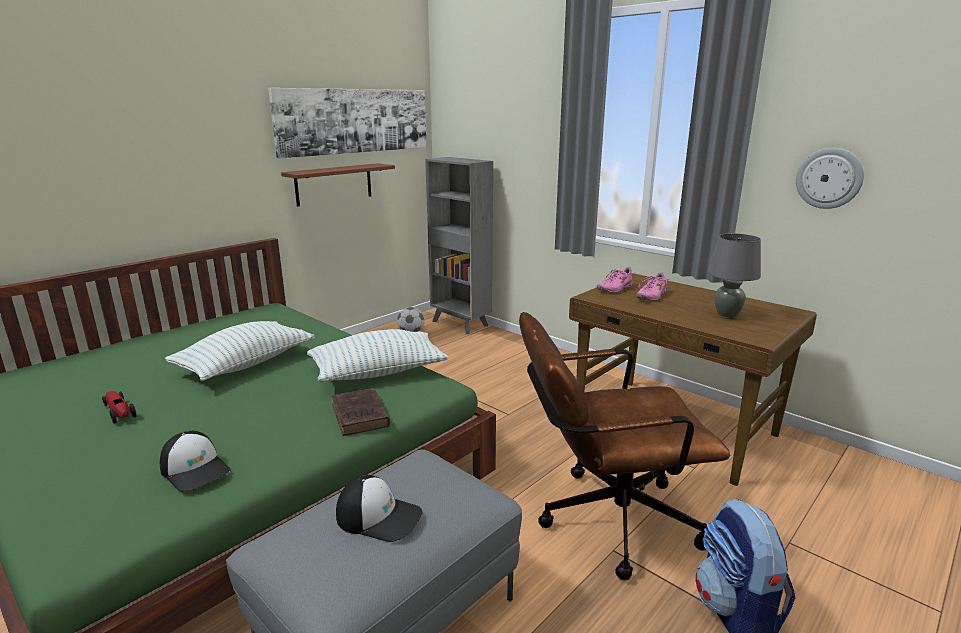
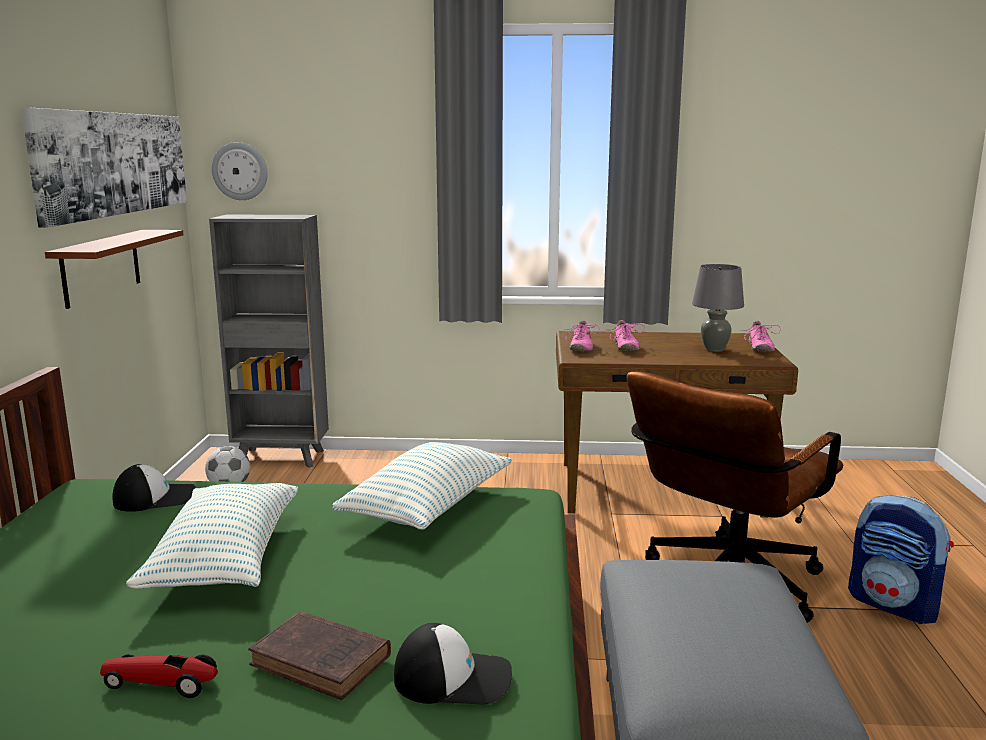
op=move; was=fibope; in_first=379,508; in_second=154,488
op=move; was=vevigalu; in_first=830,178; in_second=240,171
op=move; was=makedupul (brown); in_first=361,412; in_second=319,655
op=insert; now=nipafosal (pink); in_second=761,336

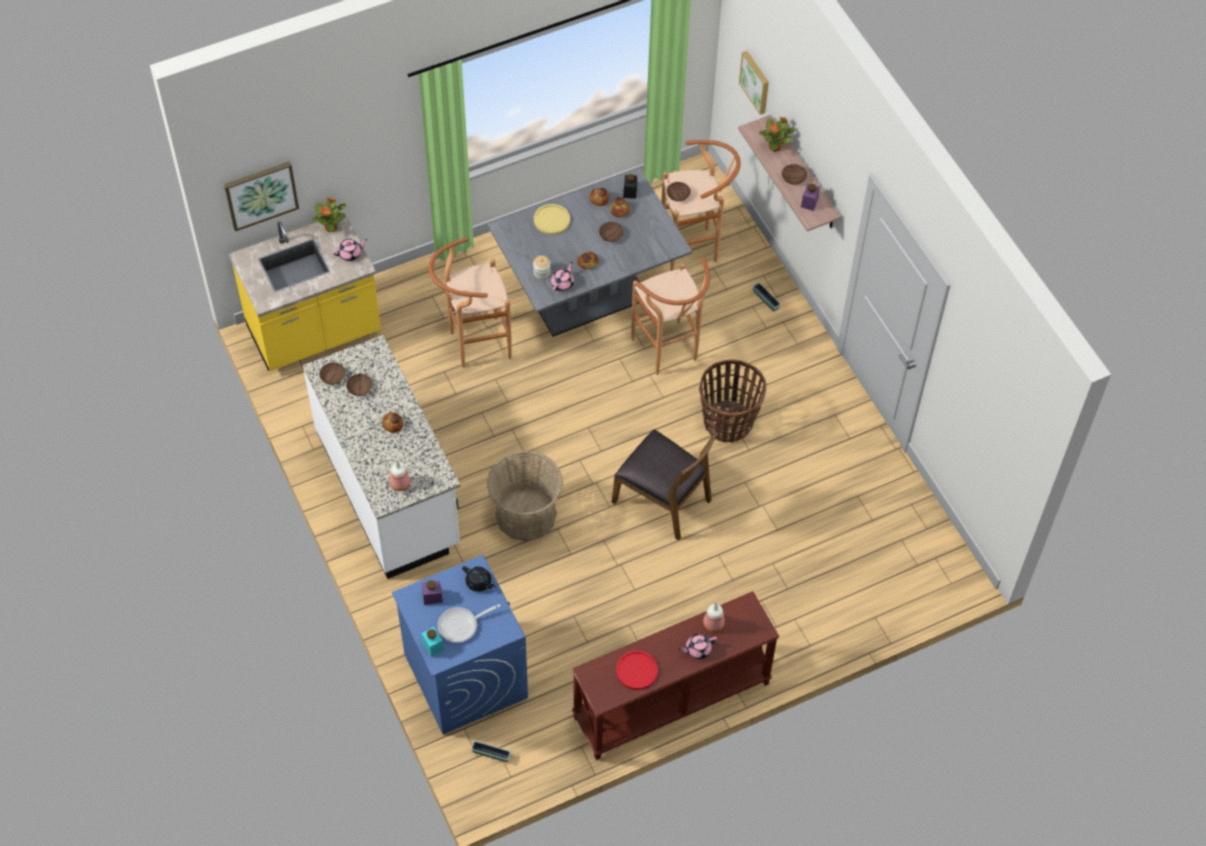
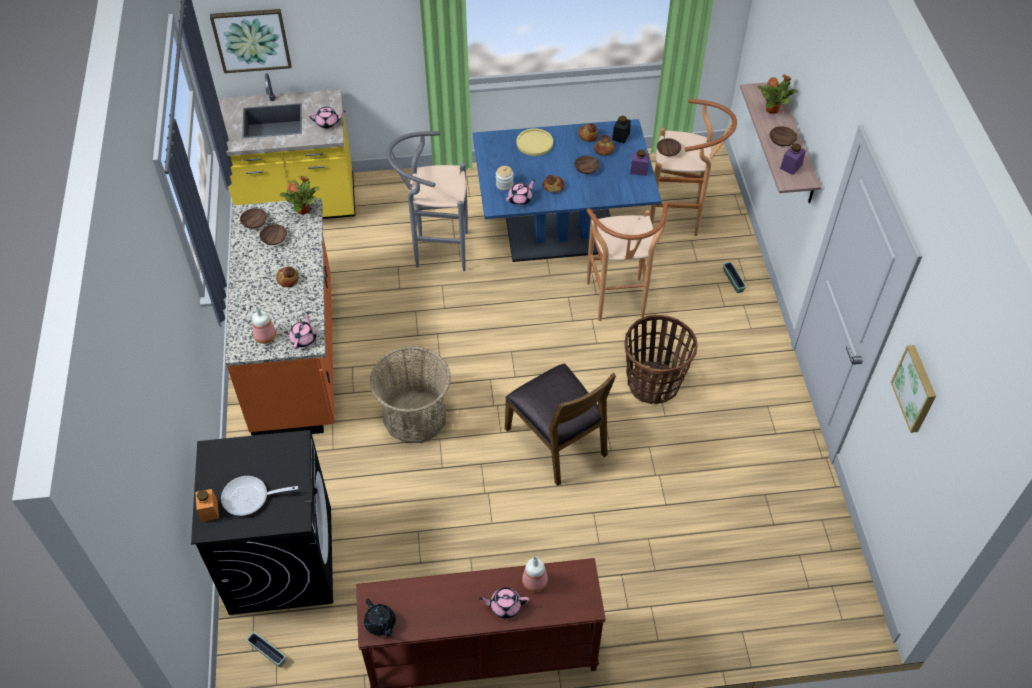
op=recolor; was=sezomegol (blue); now=sezomegol (black); in_first=460,645; in_second=262,522
op=recolor; was=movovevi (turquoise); now=movovevi (orange); in_first=432,642; in_second=207,505
op=recolor; was=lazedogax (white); now=lazedogax (orange); in_first=382,457; in_second=280,317
op=move; was=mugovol; in_first=329,214; in_second=300,195
op=insert; now=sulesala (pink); in_second=302,330
op=move; was=sulesala (black); in_first=479,579; in_second=380,617
op=recolor; was=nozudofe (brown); now=nozudofe (grey); in_first=470,302; in_second=427,201
op=recolor; was=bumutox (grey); now=bumutox (blue); in_first=590,252; in_second=567,190
op=move; was=movovevi (purple); in_first=432,592; in_second=639,162
op=move; was=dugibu; in_first=754,83; in_second=913,389
op=delete; was=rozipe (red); in_first=637,670

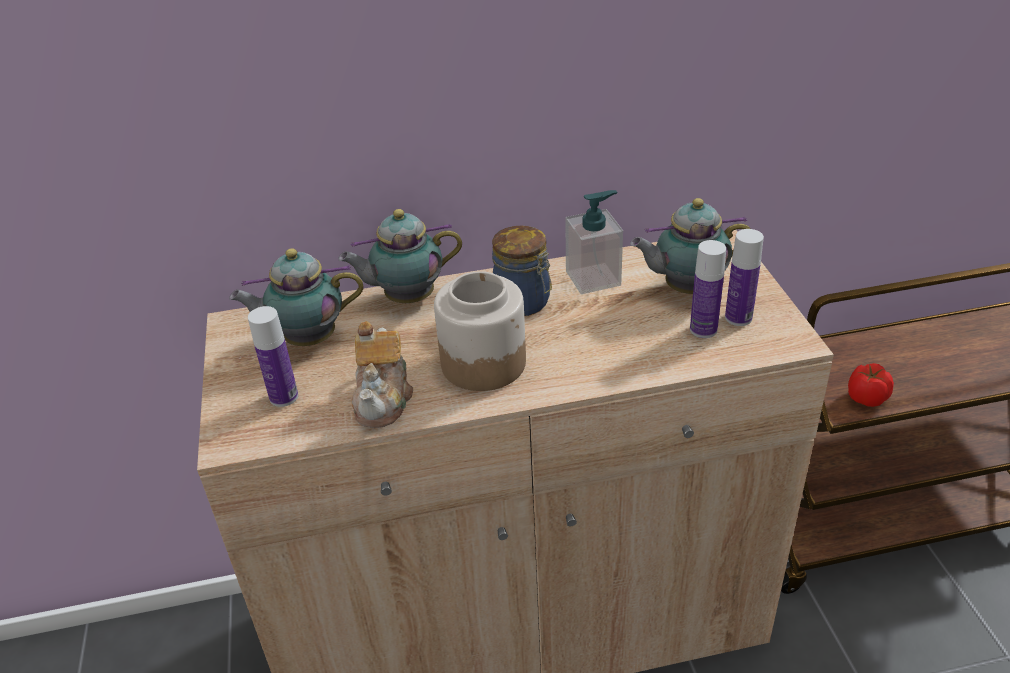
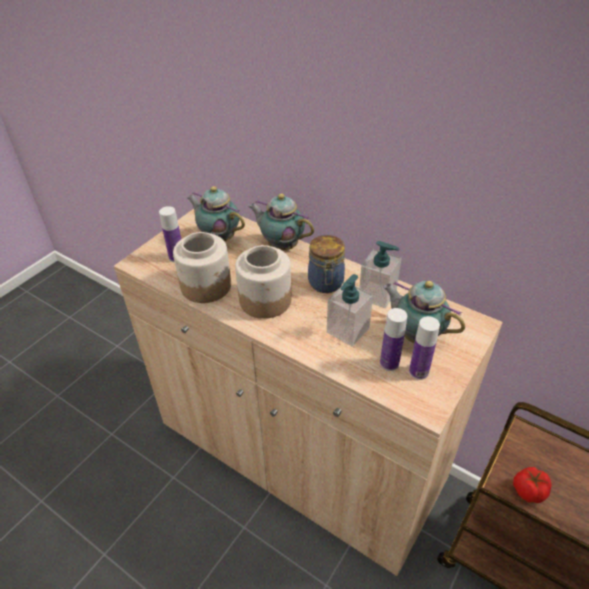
op=replace; was=sulesala; now=movovevi; in_first=382,374; in_second=202,267
op=insert; now=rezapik; in_second=350,310

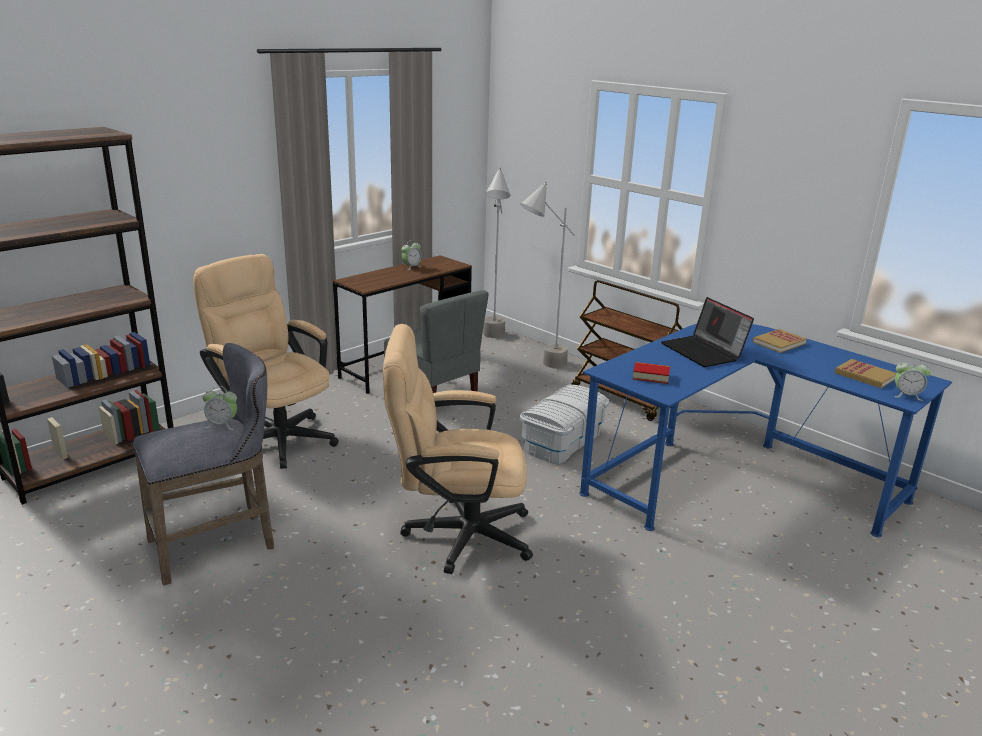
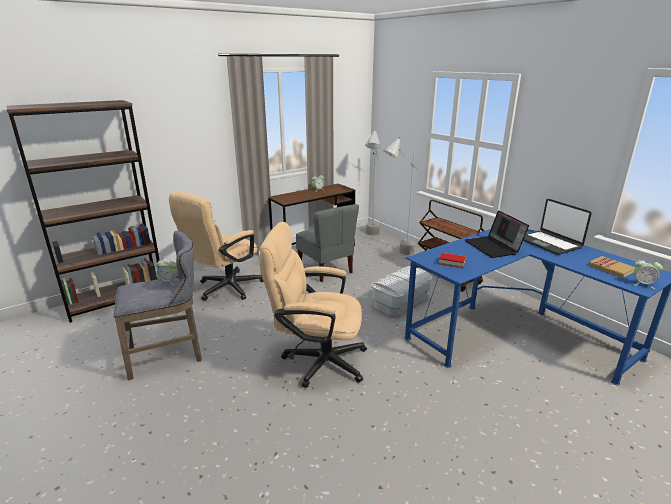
op=rotate; was=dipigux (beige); in_first=266,361; in_second=216,246; clockwise=-105
op=replace; was=makedupul; now=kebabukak; in_first=779,341; in_second=557,227

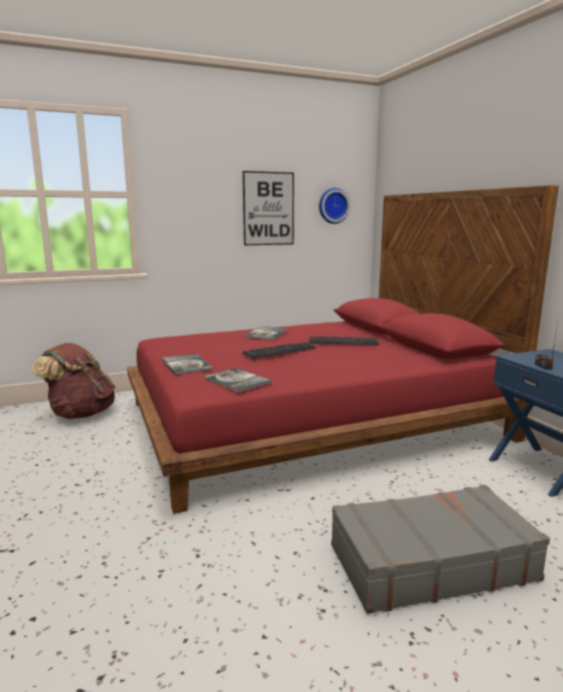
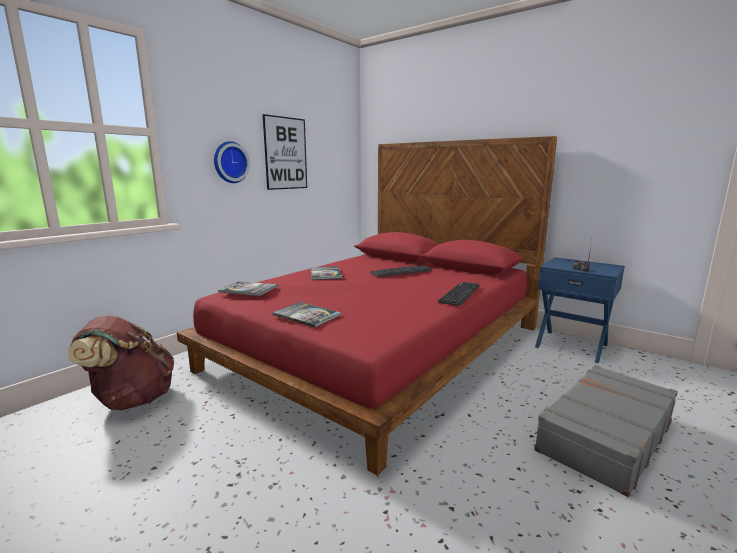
op=move; was=vevigalu; in_first=334,206; in_second=232,162
op=move; was=makedupul; in_first=237,380; in_second=248,288
op=move; was=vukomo; in_first=279,350; in_second=459,294

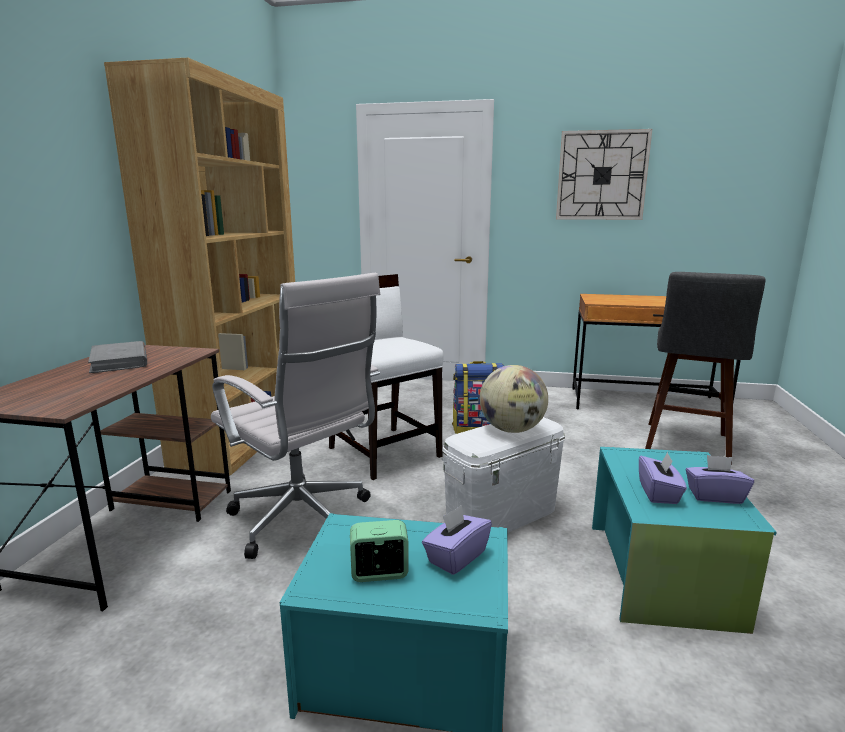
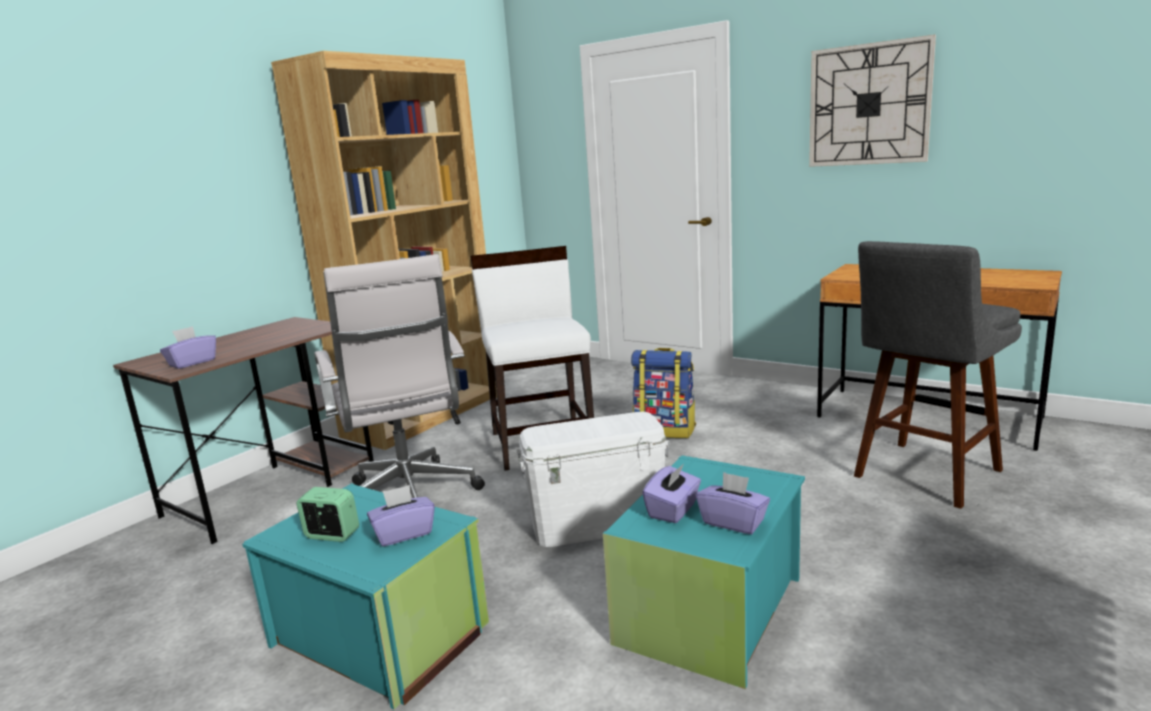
op=insert; now=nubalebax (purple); in_second=188,347
op=delete; was=makedupul (grey); in_first=117,357
op=delete; was=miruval; in_first=514,399

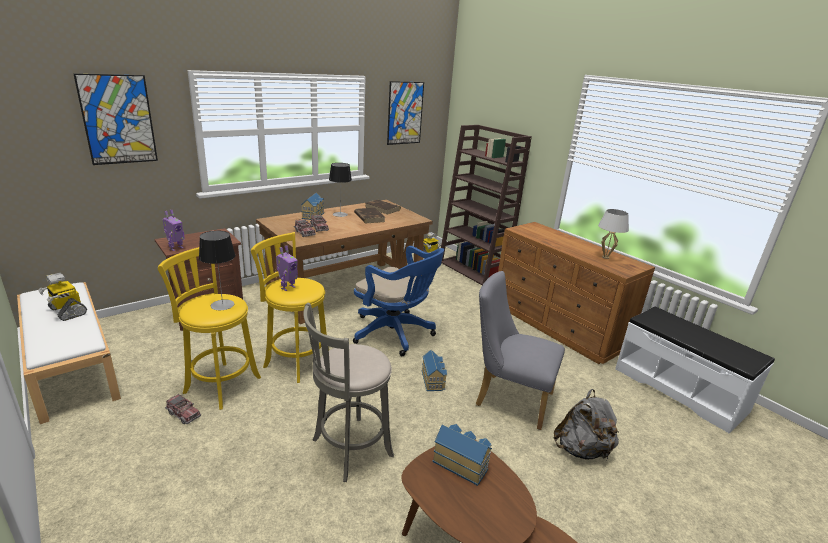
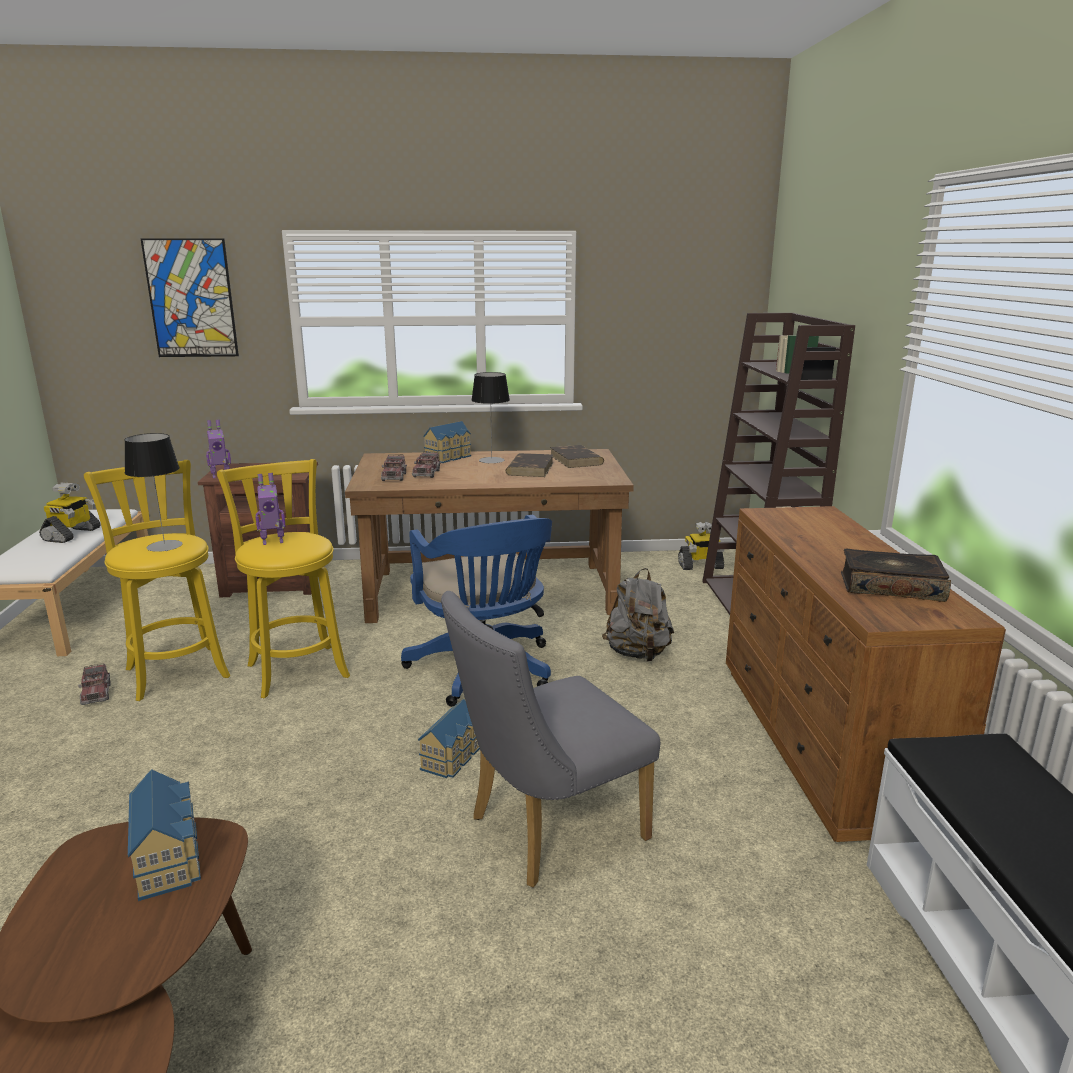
op=rotate; was=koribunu; in_first=62,297; in_second=70,513; clockwise=-150
op=rotate; was=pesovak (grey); in_first=520,350; in_second=550,739; clockwise=-90
op=move; was=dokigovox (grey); in_first=586,424; in_second=638,615
op=replace; was=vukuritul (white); now=makedupul; in_first=613,234; in_second=896,575
op=delete; was=nozudofe (grey); in_first=348,392
op=delete; was=dugibu; in_first=405,113

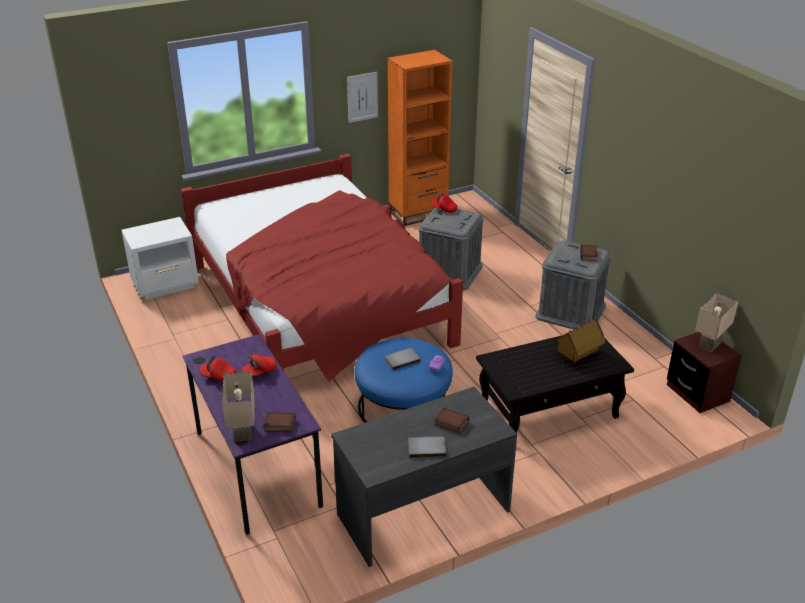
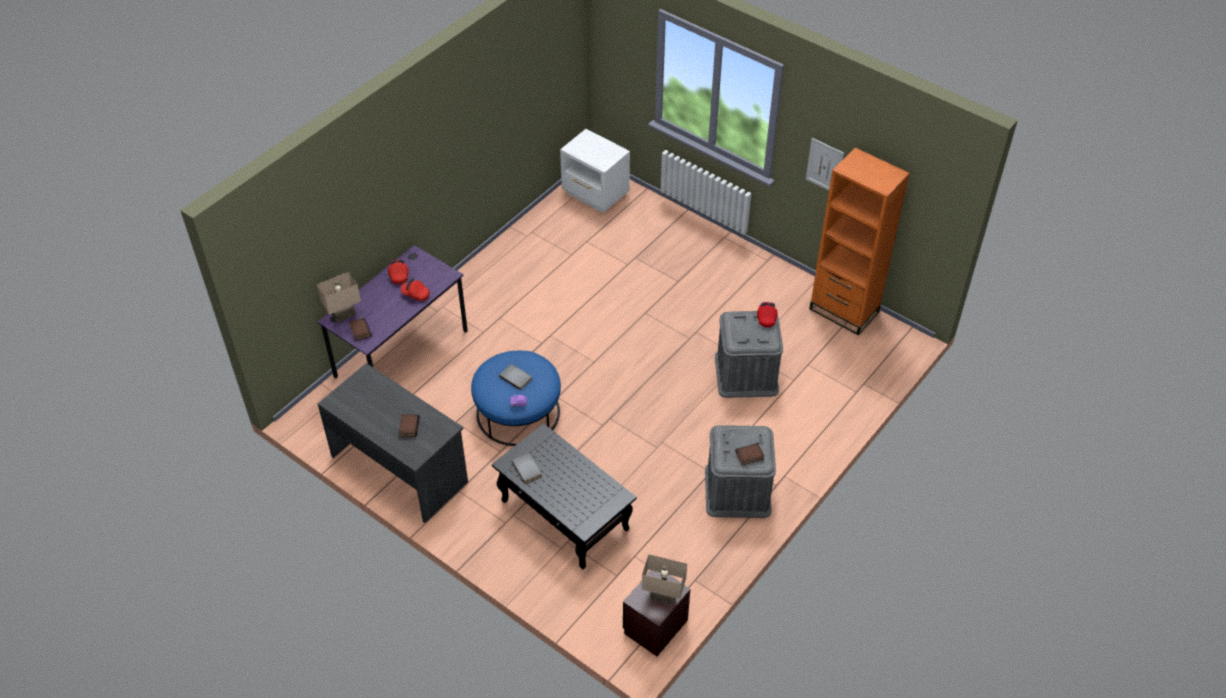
op=move; was=makedupul (grey); in_first=427,447; in_second=526,468
op=delete; was=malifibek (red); in_first=322,268
op=delete; was=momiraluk; in_first=580,341

